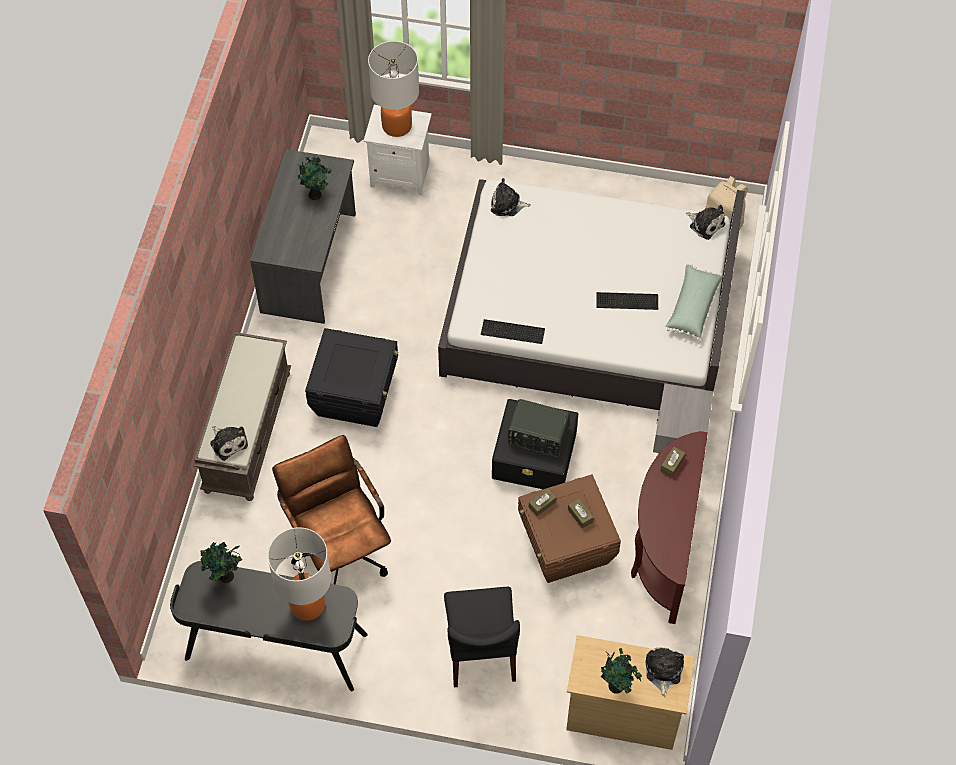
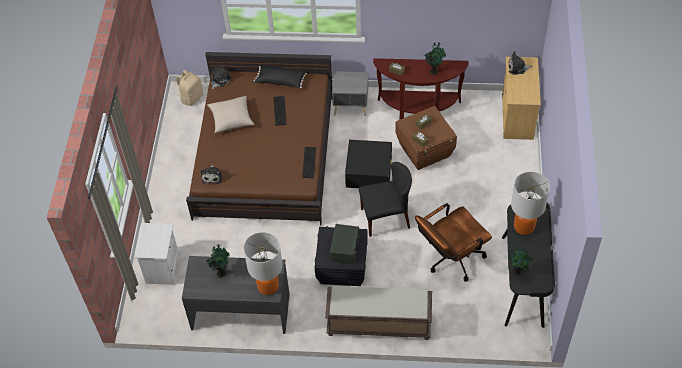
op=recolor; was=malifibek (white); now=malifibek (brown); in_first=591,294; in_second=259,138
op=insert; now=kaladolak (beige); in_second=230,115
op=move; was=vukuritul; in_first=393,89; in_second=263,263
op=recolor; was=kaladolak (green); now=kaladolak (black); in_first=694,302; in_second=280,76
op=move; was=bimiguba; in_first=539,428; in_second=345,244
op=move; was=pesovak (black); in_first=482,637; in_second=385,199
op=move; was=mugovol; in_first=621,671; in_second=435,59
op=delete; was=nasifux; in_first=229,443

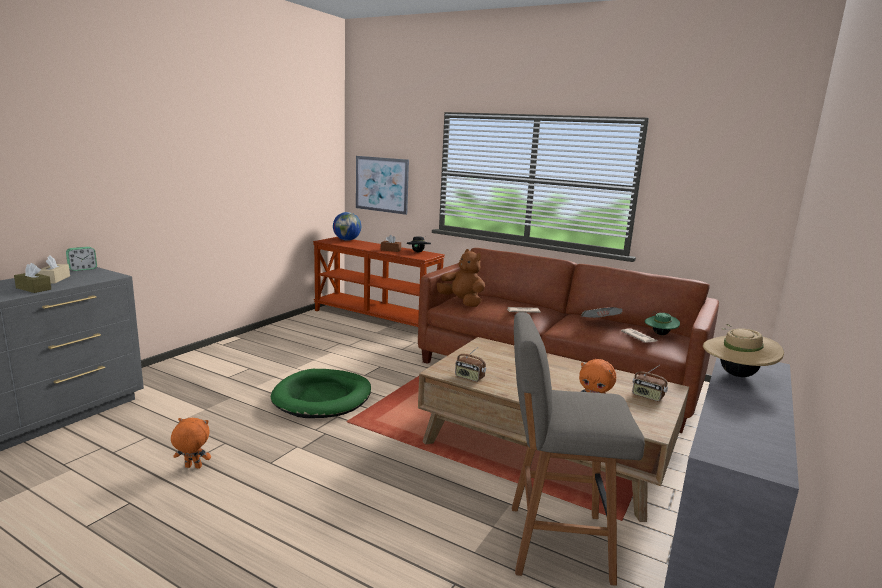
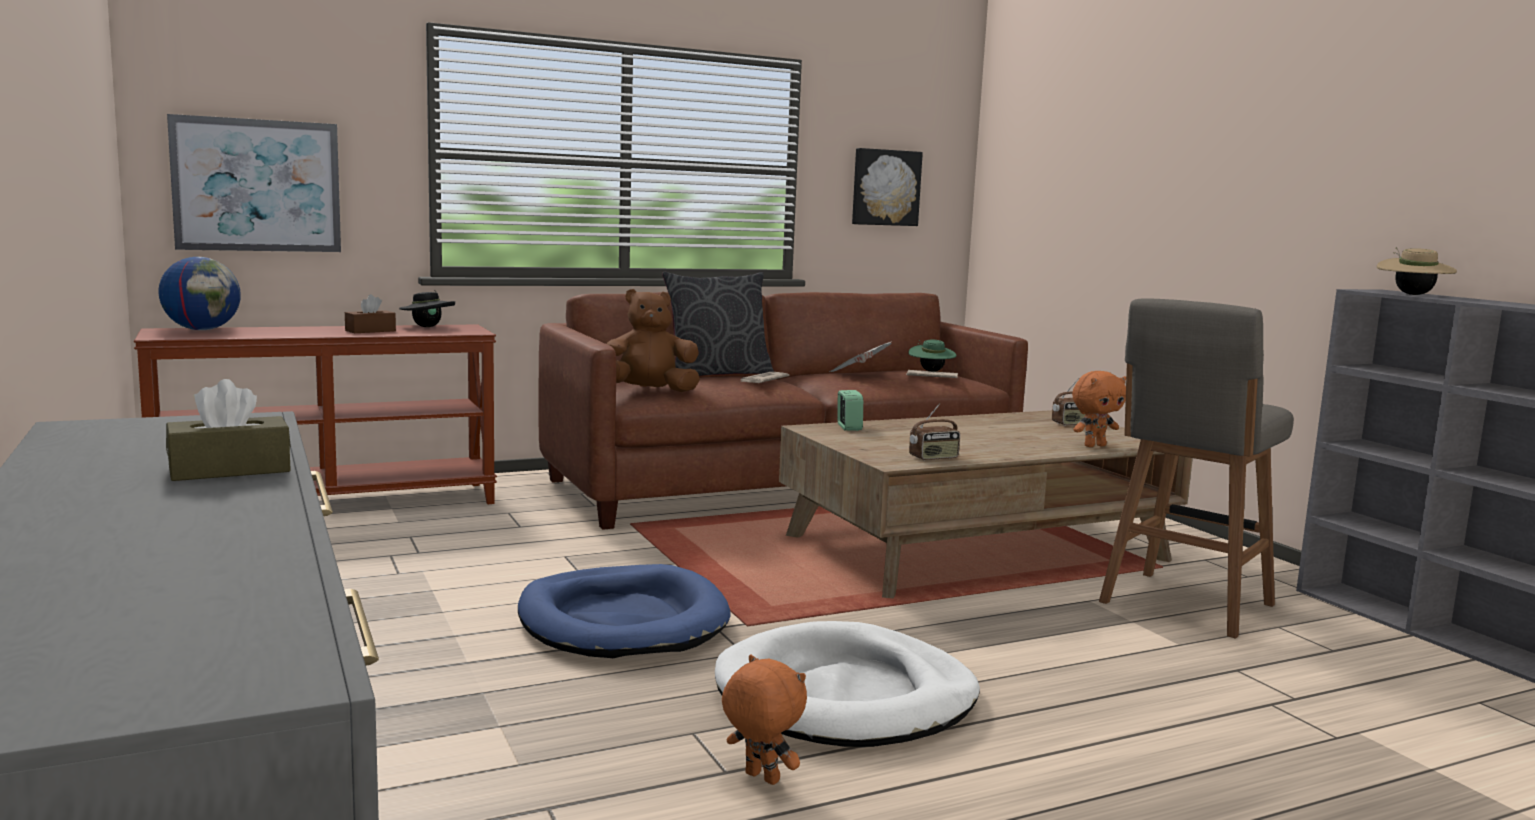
op=recolor; was=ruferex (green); now=ruferex (blue); in_first=321,393; in_second=624,611
op=insert; now=kaladolak (grey); in_second=718,323
op=insert; now=ruferex (white); in_second=847,684
op=rotate; was=nasifux (orange); in_first=191,443; in_second=764,720; clockwise=90
op=move; was=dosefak; in_first=81,259; in_second=850,410
op=insert; now=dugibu; in_second=887,187
op=delete; was=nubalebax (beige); in_first=53,269

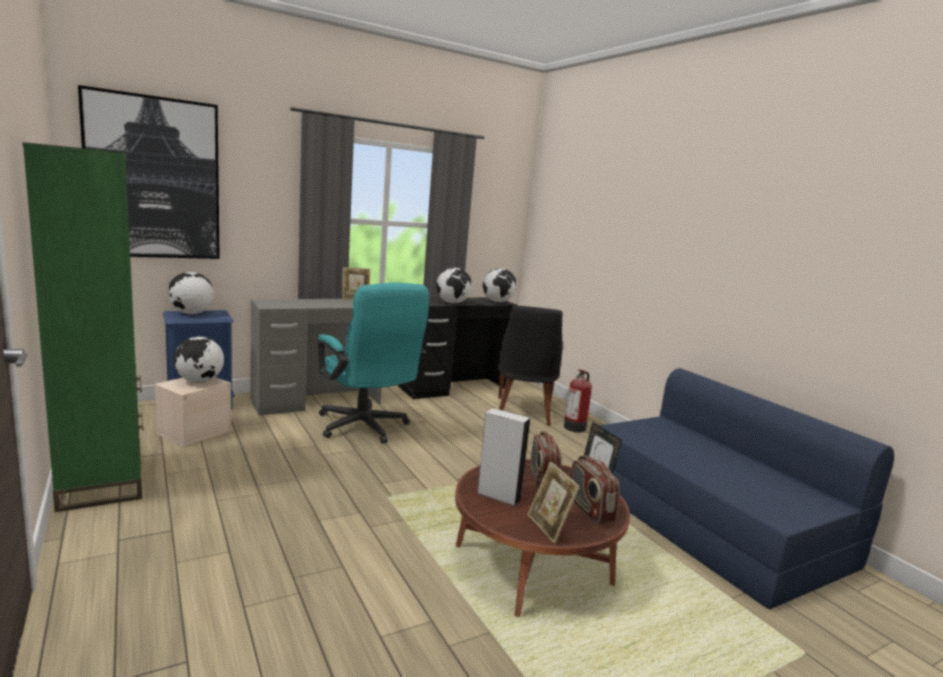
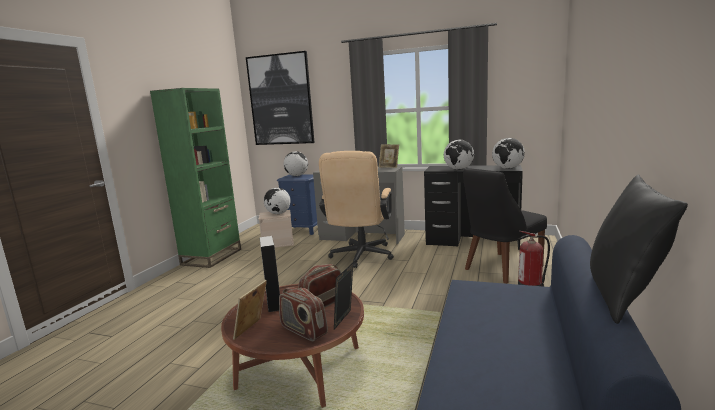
op=rotate; was=bimiguba; in_first=594,489; in_second=303,314; clockwise=-75
op=recolor; was=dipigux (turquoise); now=dipigux (beige); in_first=373,363; in_second=356,209
op=insert; now=kaladolak (black); in_second=639,249

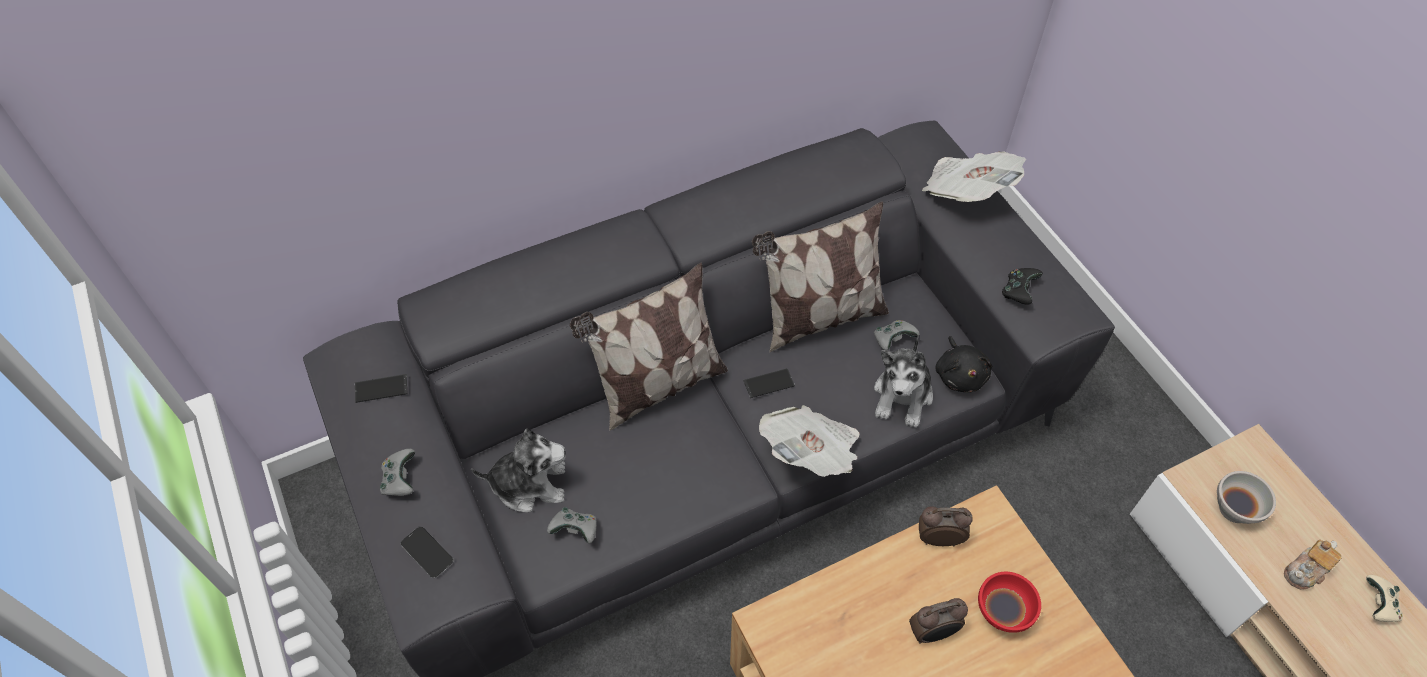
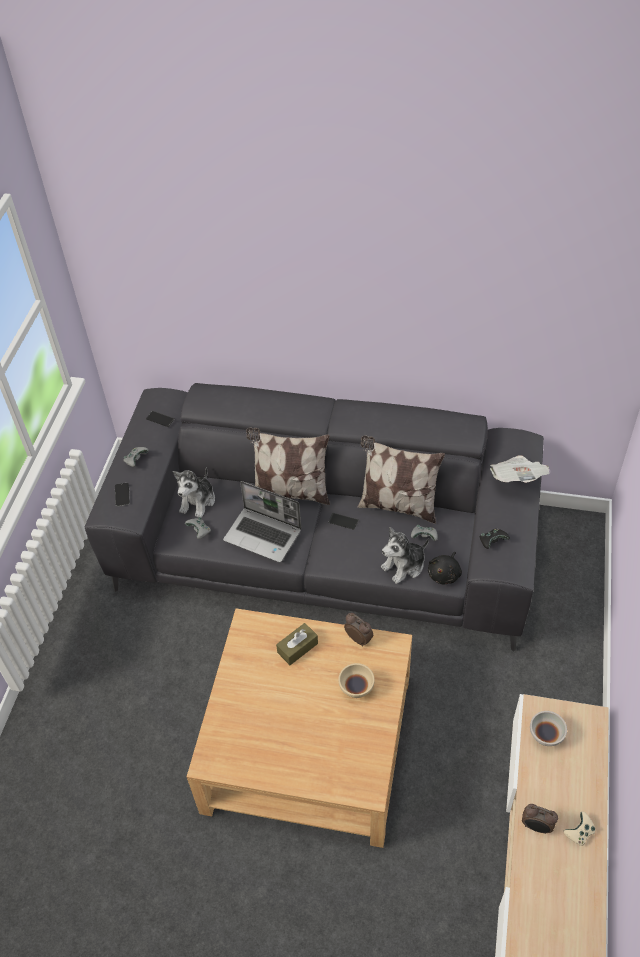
op=rotate; was=nasifux; in_first=518,470; in_second=194,492; clockwise=75
op=insert; now=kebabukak; in_second=262,522
op=insert; now=nubalebax (brown); in_second=297,644
op=recolor; was=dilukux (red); now=dilukux (beige); in_first=1009,602; in_second=356,680
op=move; was=dosefak; in_first=938,621; in_second=540,819
op=delete; was=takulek; in_first=809,441
op=delete; was=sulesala; in_first=1313,564

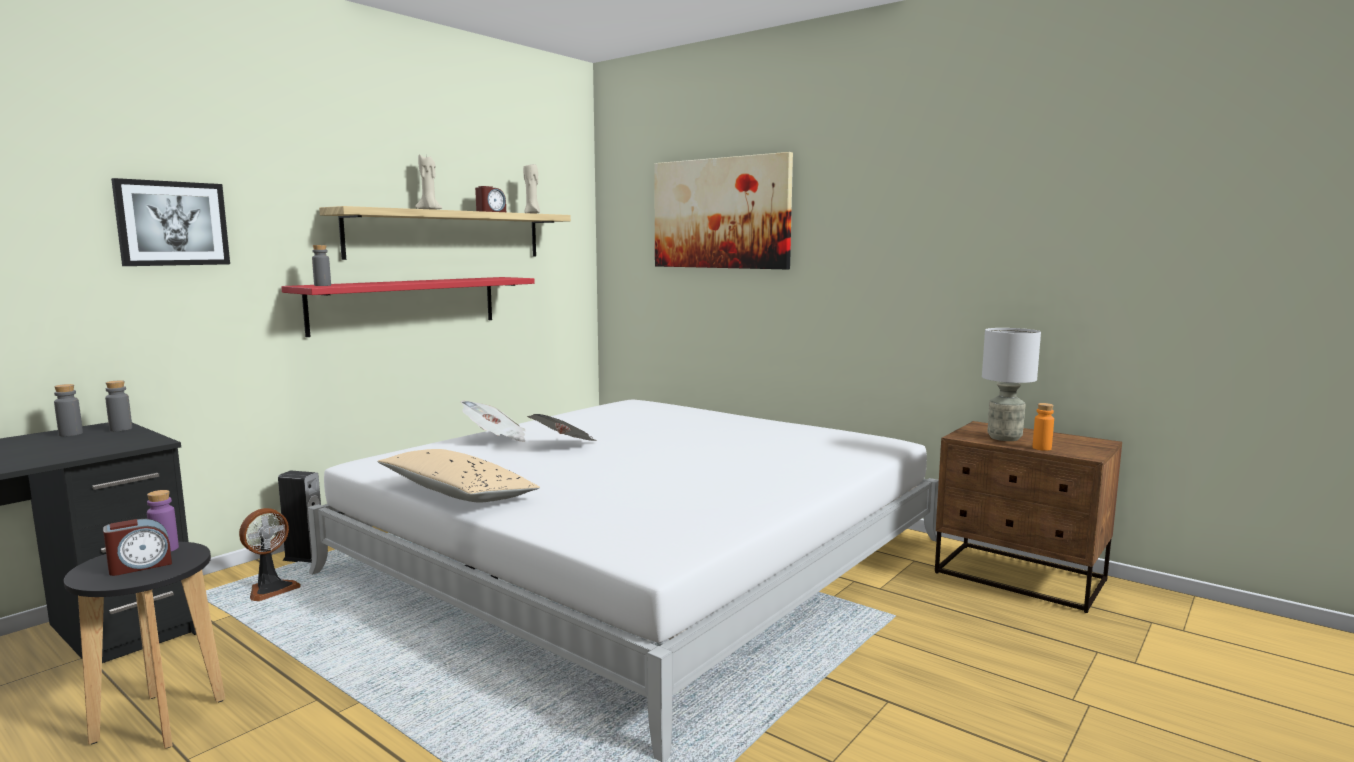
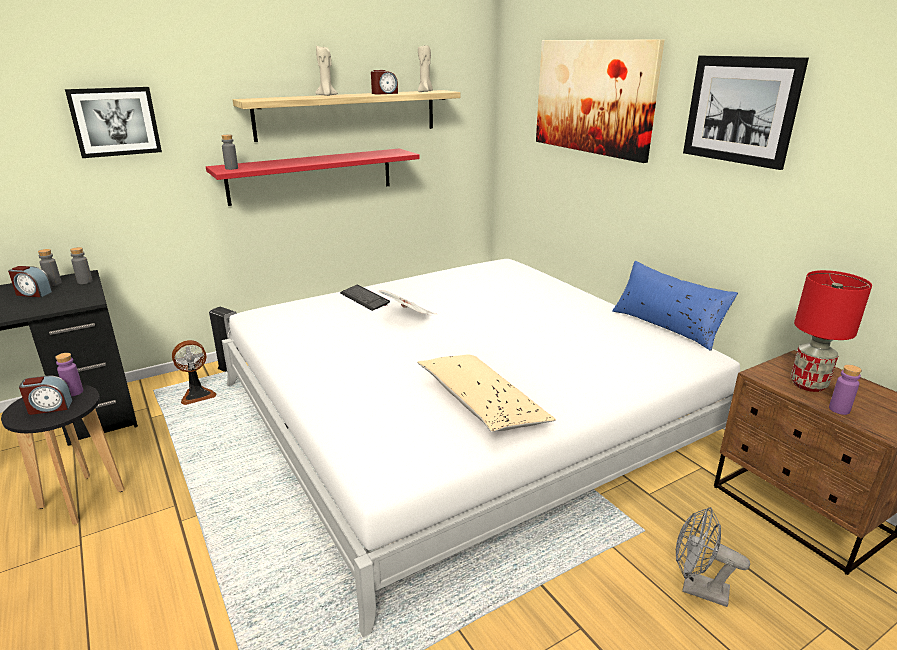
op=insert; now=dosefak; in_second=30,281
op=replace; was=takulek; now=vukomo; in_first=493,421; in_second=365,298
op=move; was=kaladolak (beige); in_first=458,476; in_second=486,393
op=insert; now=kaladolak (blue); in_second=675,306
op=insert; now=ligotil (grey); in_second=713,557
op=insert; now=dugibu; in_second=746,113
op=recolor; was=vukuritul (grey); now=vukuritul (red); in_first=1011,384; in_second=831,331
op=recolor; was=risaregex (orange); now=risaregex (purple); in_first=1043,427; in_second=845,390

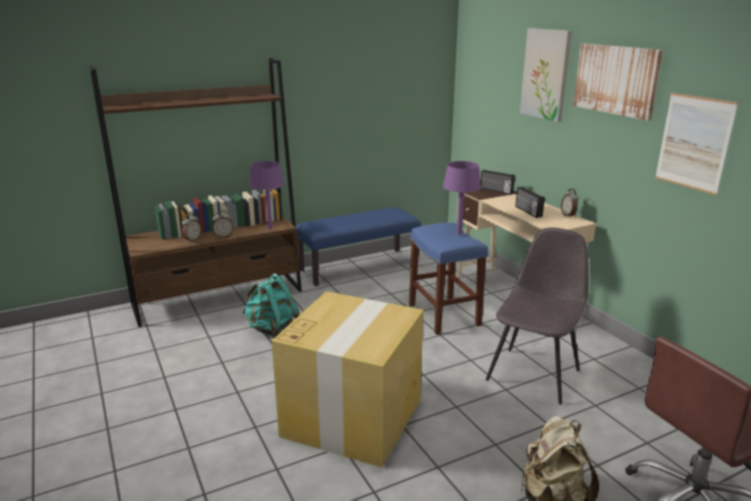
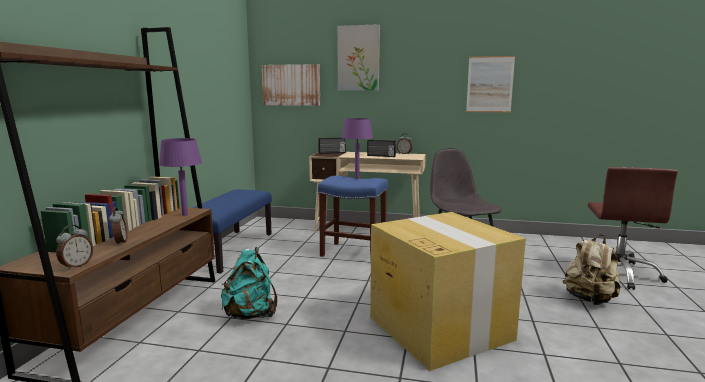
op=move; was=dosefak; in_first=223,224; in_second=74,247
op=move; was=dugibu; in_first=618,82; in_second=291,85

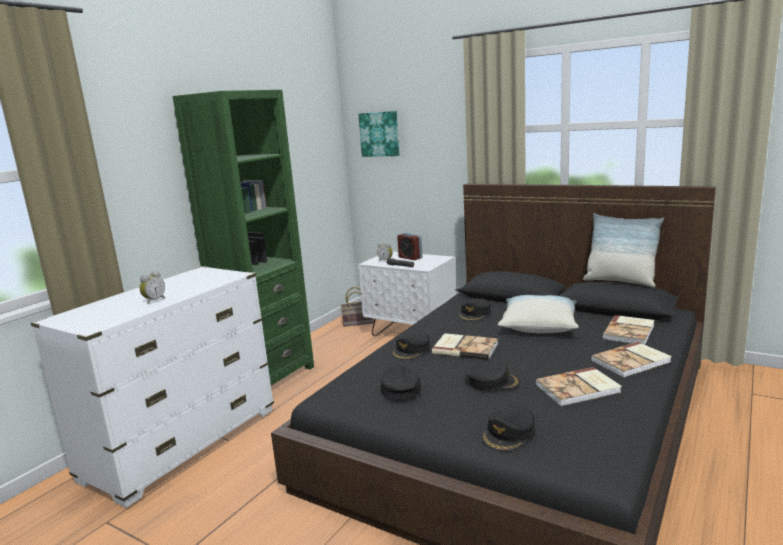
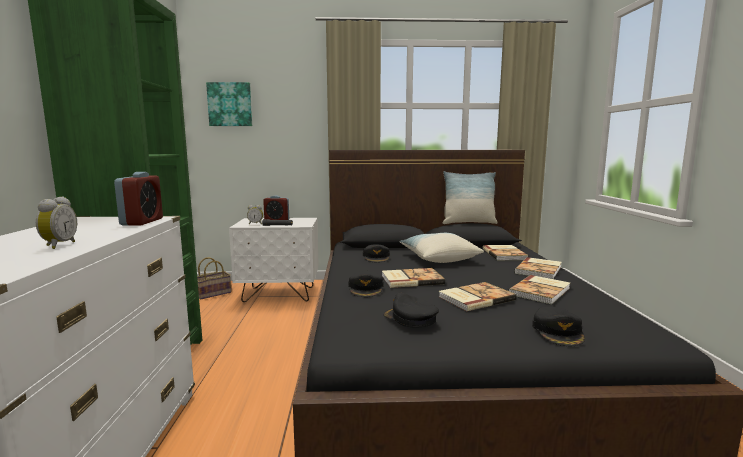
op=insert; now=dosefak; in_second=138,199
op=replace; was=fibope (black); now=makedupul; in_first=492,376; in_second=478,296

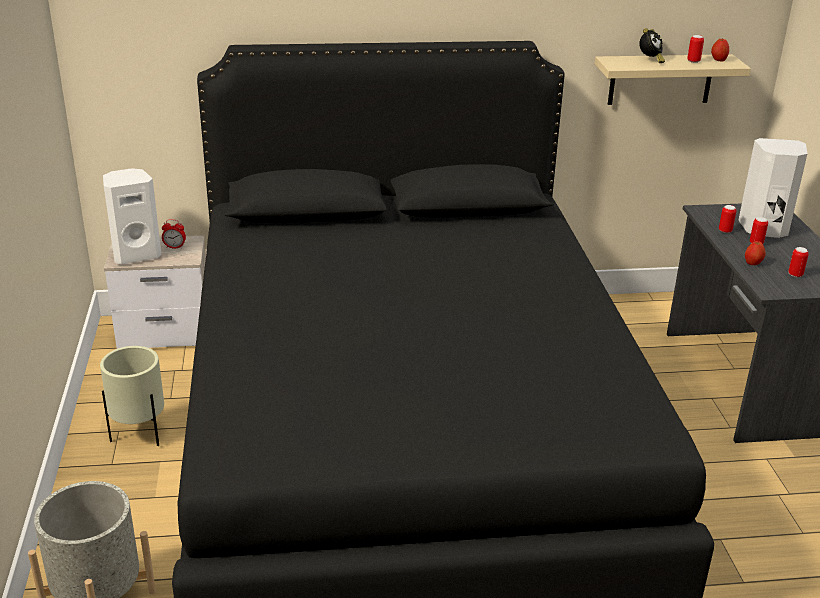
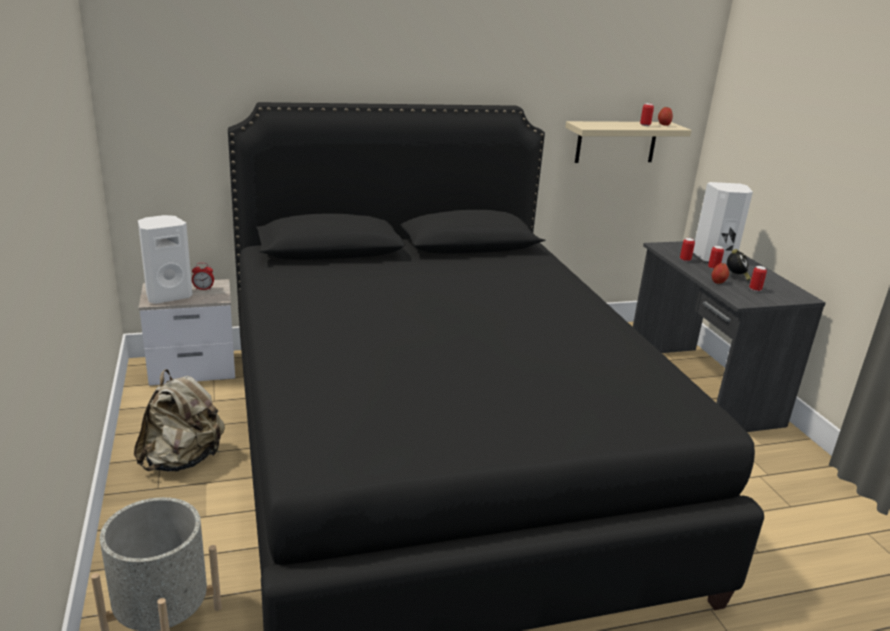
op=replace; was=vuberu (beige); now=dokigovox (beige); in_first=132,396; in_second=179,420
op=move; was=dosefak; in_first=652,45; in_second=739,265

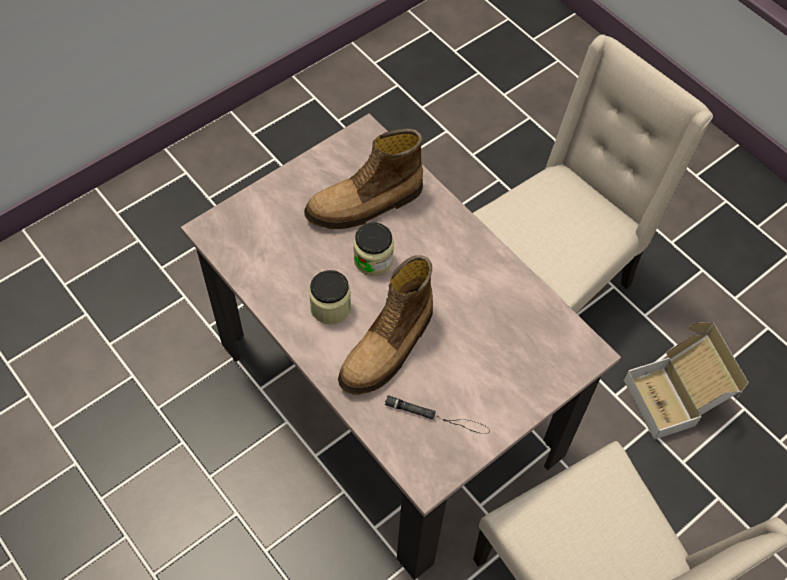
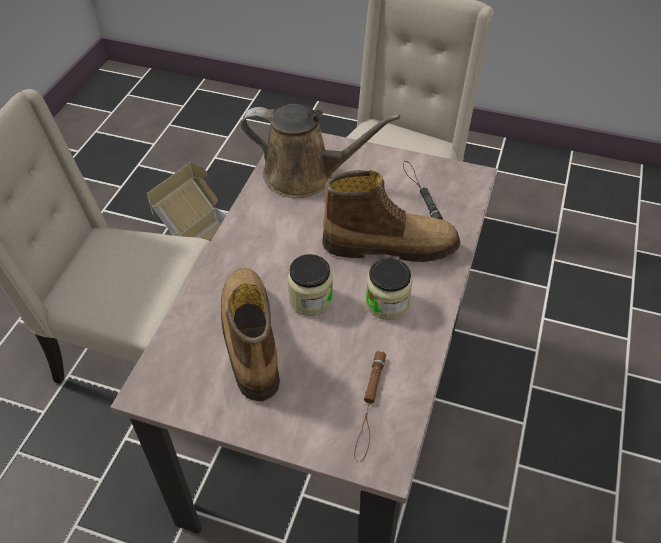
op=rotate; was=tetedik; in_first=363,179; in_second=250,334; clockwise=-135
op=insert; now=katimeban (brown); in_second=320,151
op=insert; now=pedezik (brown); in_second=370,406

